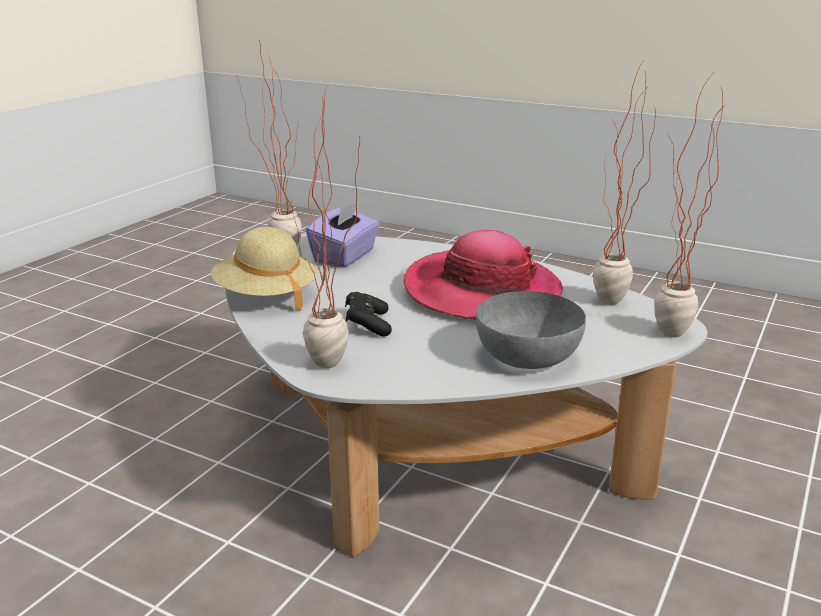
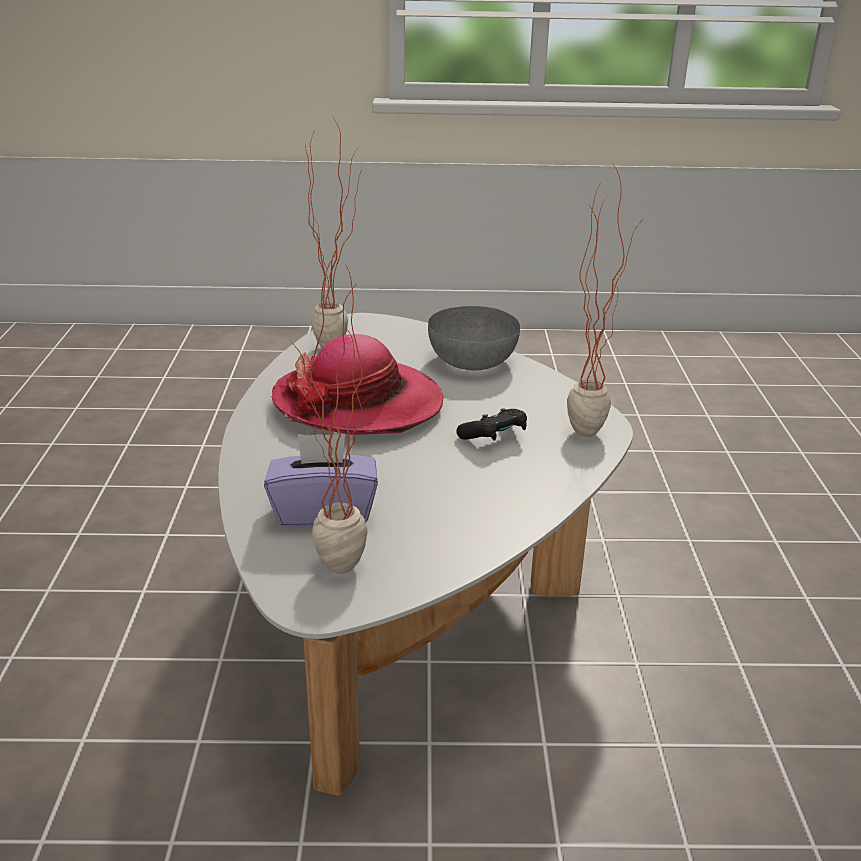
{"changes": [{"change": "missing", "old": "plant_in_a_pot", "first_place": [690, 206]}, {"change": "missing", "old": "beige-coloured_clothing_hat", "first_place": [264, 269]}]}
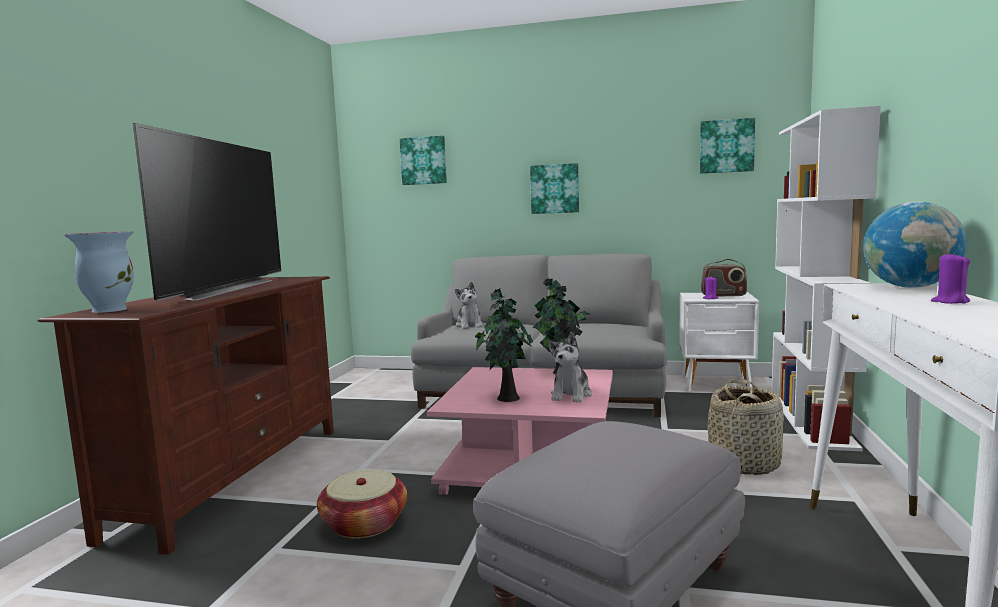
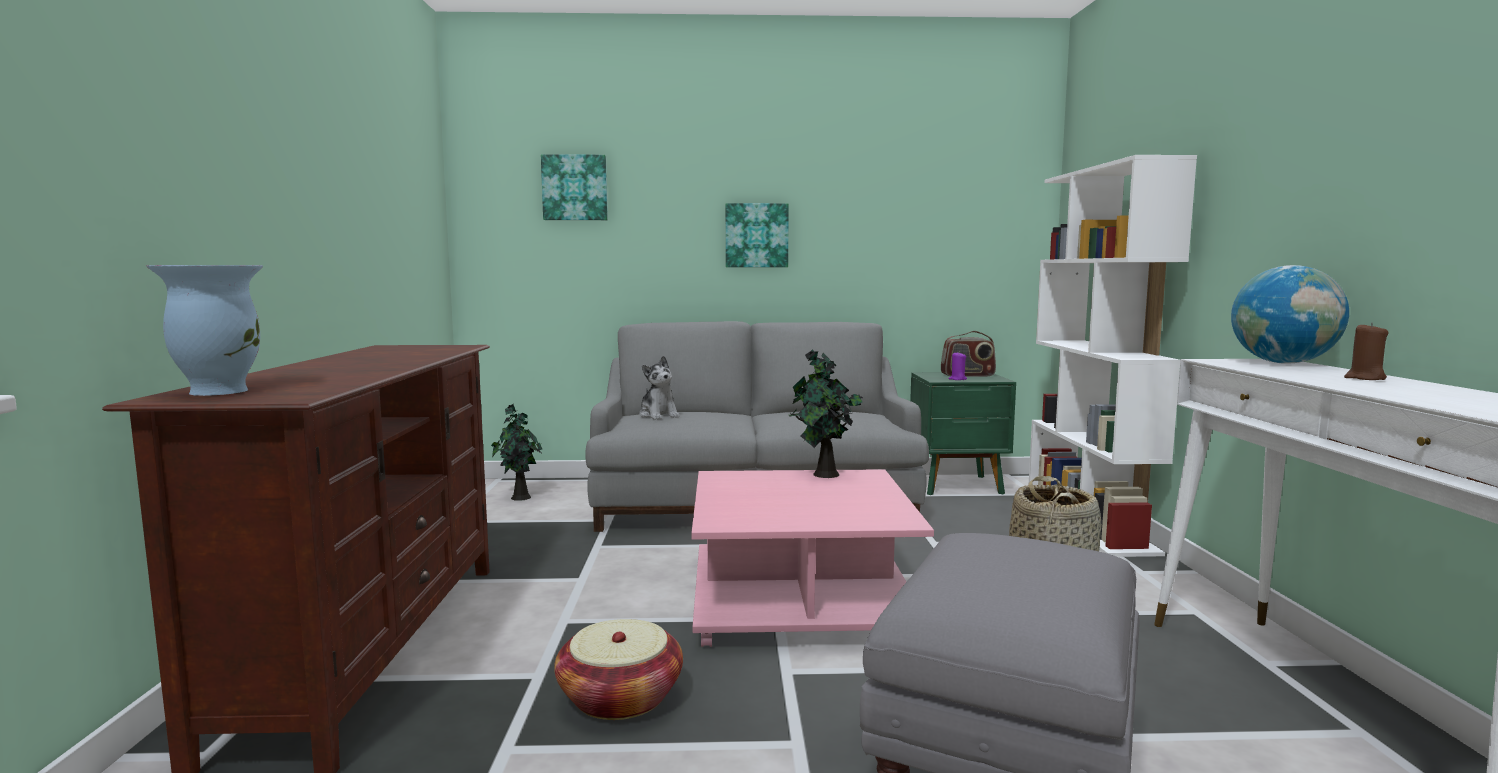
{"changes": [{"change": "missing", "old": "wall_picture", "first_place": [727, 146]}, {"change": "missing", "old": "television", "first_place": [207, 212]}, {"change": "colour", "old": "purple_wax_candle", "new": "brown-coloured_wax_candle", "first_place": [950, 278], "second_place": [1366, 351]}, {"change": "relocated", "old": "plant_in_a_pot", "first_place": [504, 345], "second_place": [516, 452]}, {"change": "colour", "old": "whitish_bedside_table", "new": "green_bedside_table", "first_place": [719, 342], "second_place": [963, 433]}, {"change": "missing", "old": "plush_toy", "first_place": [570, 367]}]}
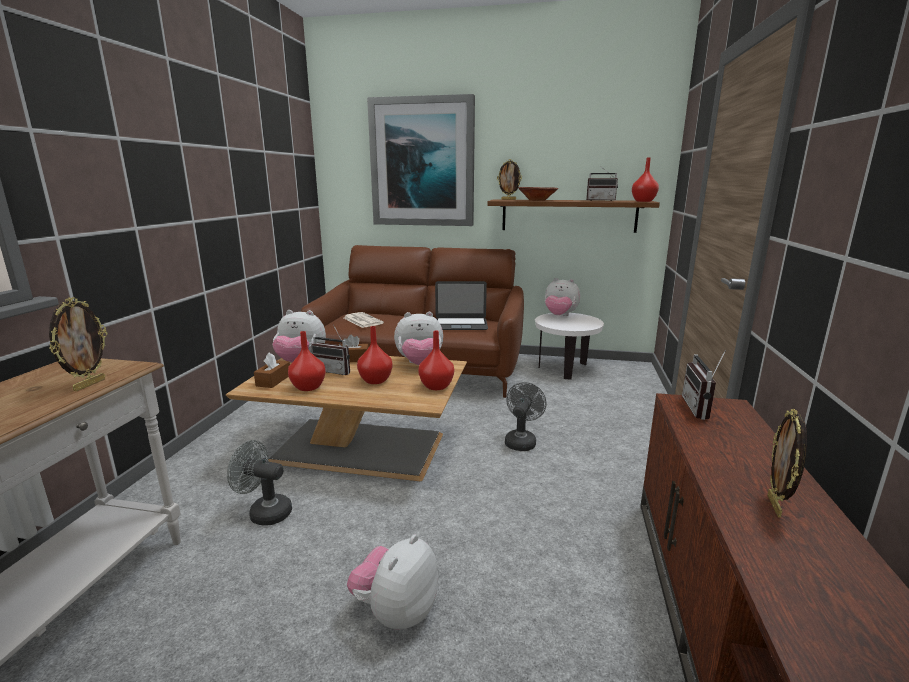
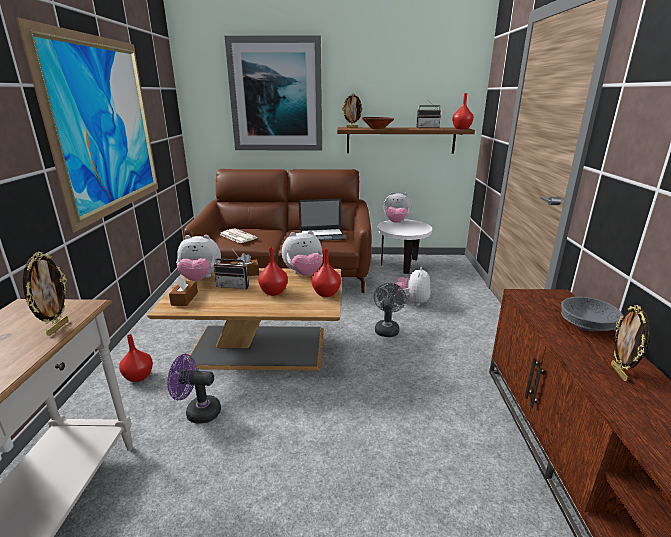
{"changes": [{"change": "relocated", "old": "red-coloured_flower_vase", "first_place": [307, 361], "second_place": [136, 358]}, {"change": "missing", "old": "radio", "first_place": [704, 384]}, {"change": "colour", "old": "gray_fan", "new": "purple_fan", "first_place": [259, 482], "second_place": [194, 389]}, {"change": "relocated", "old": "plush_toy", "first_place": [392, 582], "second_place": [413, 286]}, {"change": "appeared", "new": "wall_picture", "second_place": [87, 125]}, {"change": "appeared", "new": "gray_deep_dish", "second_place": [592, 314]}]}
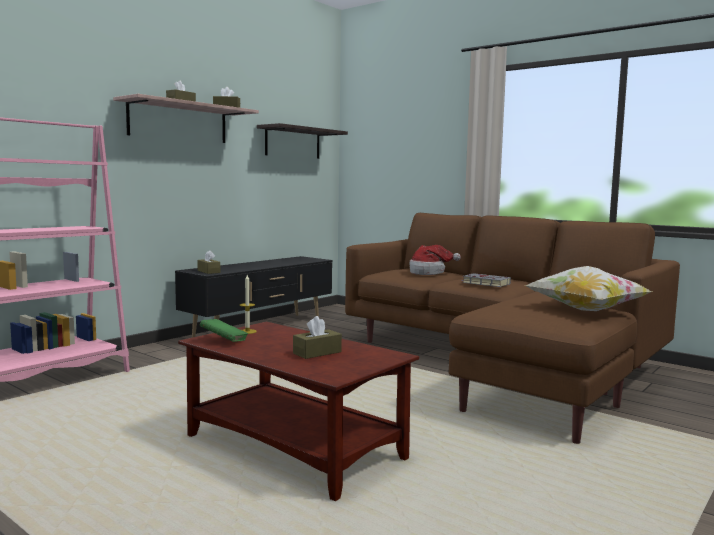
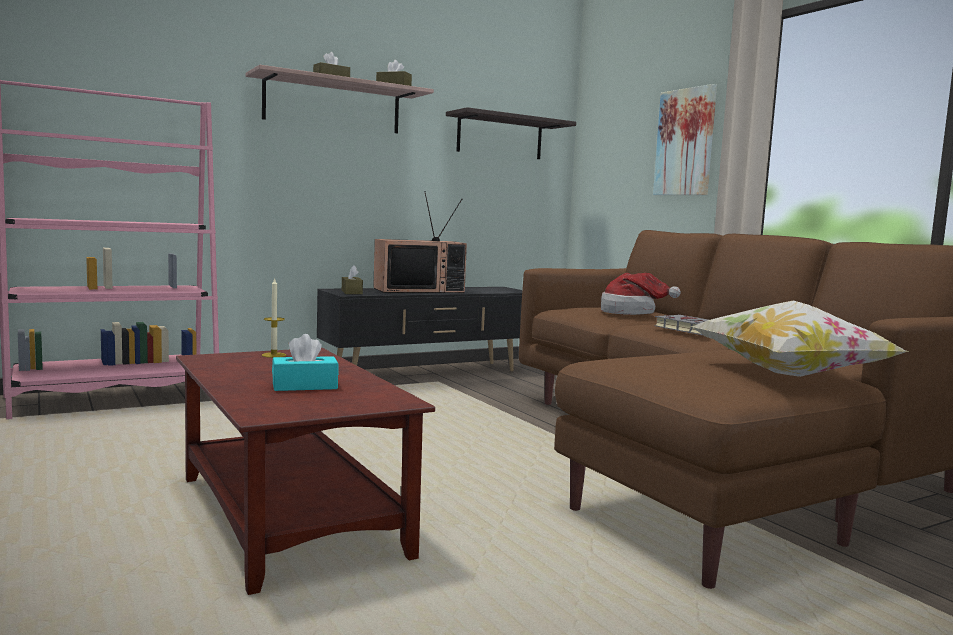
{"changes": [{"change": "colour", "old": "brown-coloured_tissue_holder", "new": "blue-green_tissue_holder", "first_place": [317, 337], "second_place": [305, 362]}, {"change": "missing", "old": "green_volume", "first_place": [224, 330]}, {"change": "appeared", "new": "wall_picture", "second_place": [685, 139]}, {"change": "appeared", "new": "television", "second_place": [420, 242]}]}
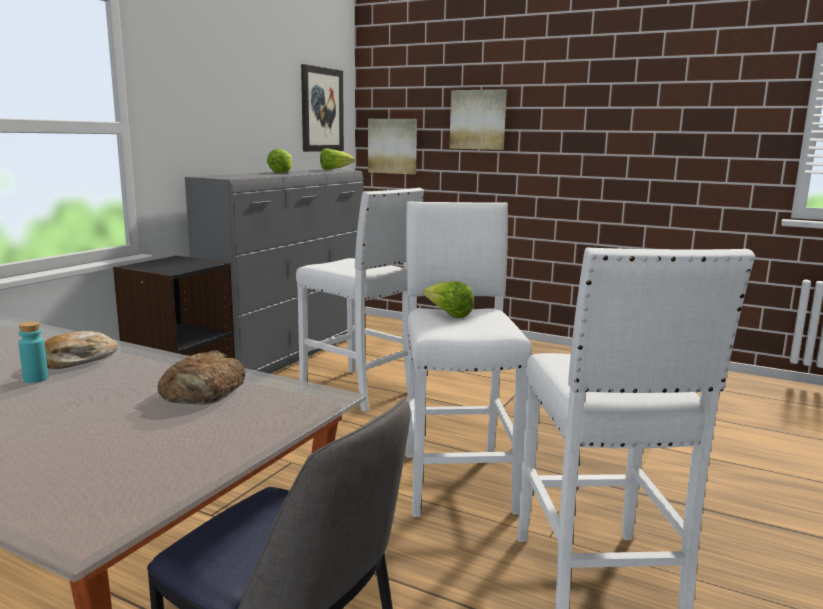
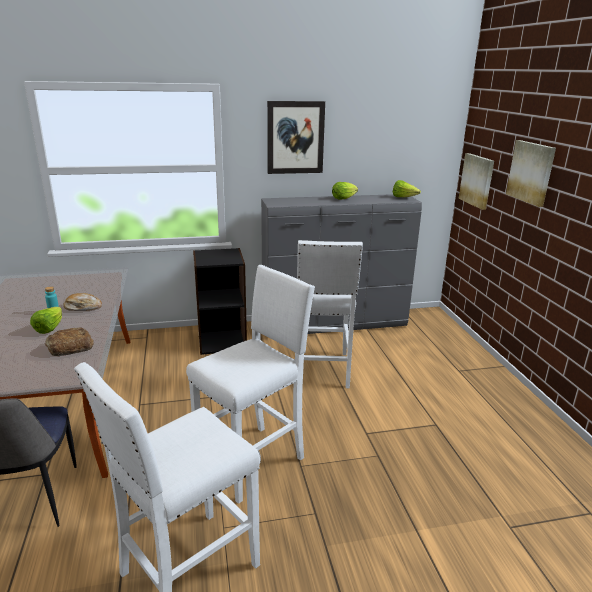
{"changes": [{"change": "relocated", "old": "wall_picture", "first_place": [322, 108], "second_place": [296, 137]}, {"change": "relocated", "old": "head_of_lettuce", "first_place": [448, 299], "second_place": [46, 320]}]}
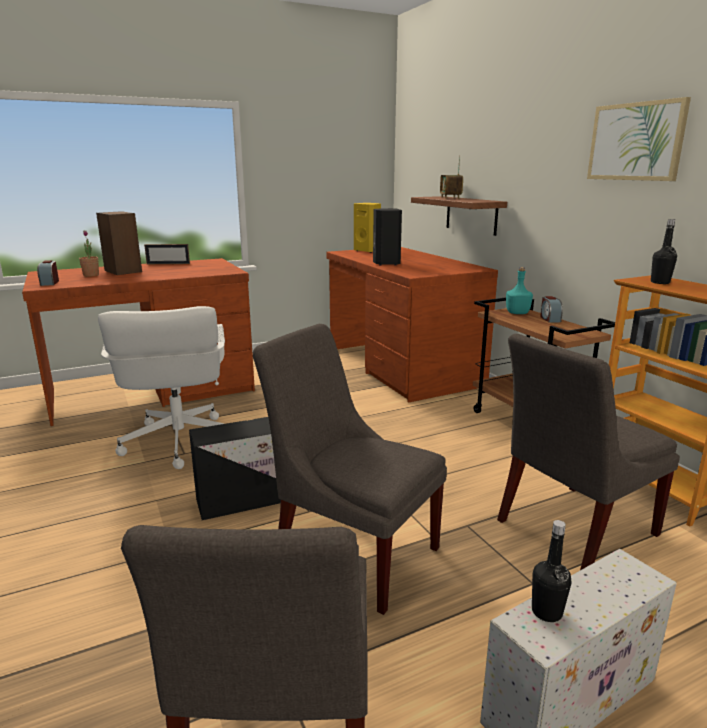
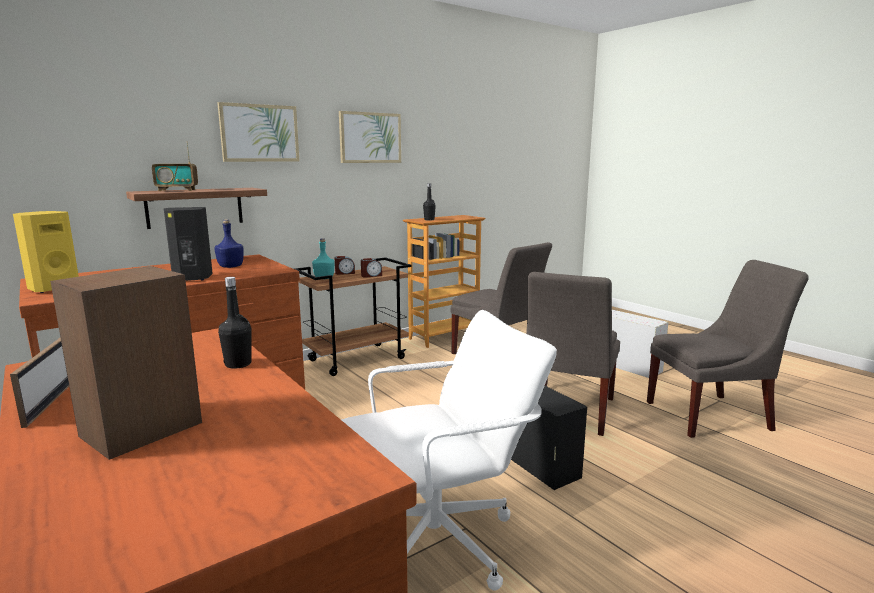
{"changes": [{"change": "missing", "old": "plant_in_a_pot", "first_place": [89, 254]}, {"change": "relocated", "old": "bedside_clock", "first_place": [48, 273], "second_place": [371, 268]}, {"change": "relocated", "old": "black-coloured_beverage_bottle", "first_place": [552, 571], "second_place": [235, 322]}, {"change": "appeared", "new": "wall_picture", "second_place": [258, 132]}, {"change": "appeared", "new": "blue_beverage_bottle", "second_place": [229, 243]}]}
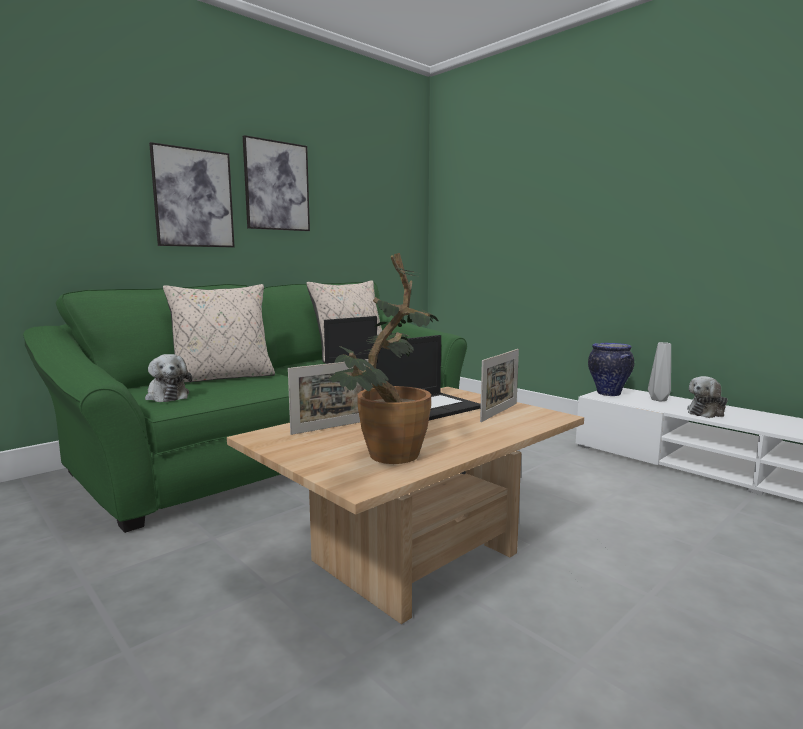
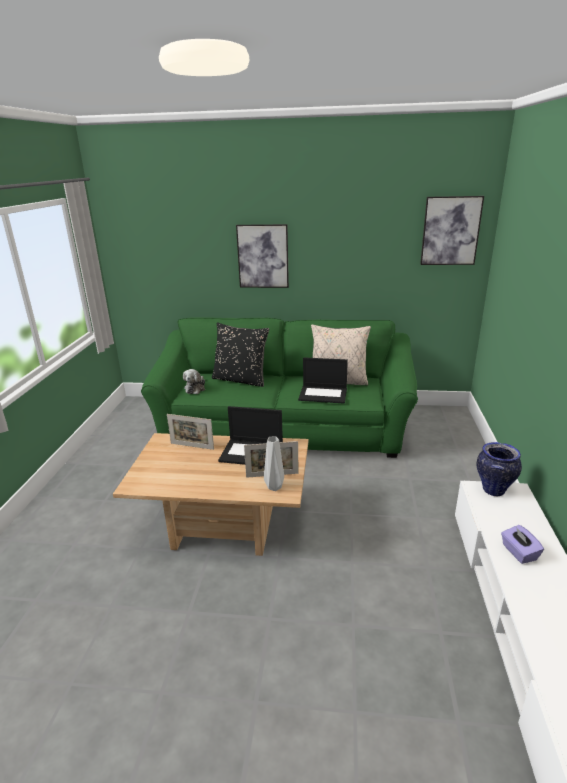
{"changes": [{"change": "relocated", "old": "wall_picture", "first_place": [276, 183], "second_place": [452, 230]}, {"change": "missing", "old": "plant_in_a_pot", "first_place": [383, 358]}, {"change": "colour", "old": "beige-coloured_throw_pillow", "new": "black-coloured_throw_pillow", "first_place": [219, 333], "second_place": [240, 354]}, {"change": "relocated", "old": "gray_flower_vase", "first_place": [659, 372], "second_place": [274, 463]}, {"change": "exchanged", "old": "plush_toy", "new": "purple_tissue_holder", "first_place": [707, 397], "second_place": [522, 544]}]}
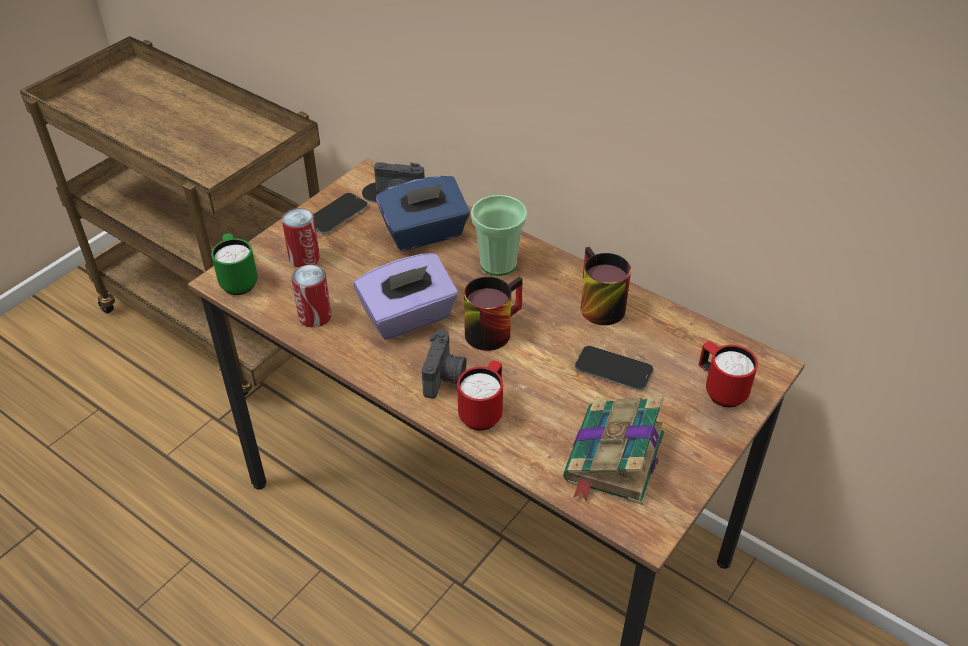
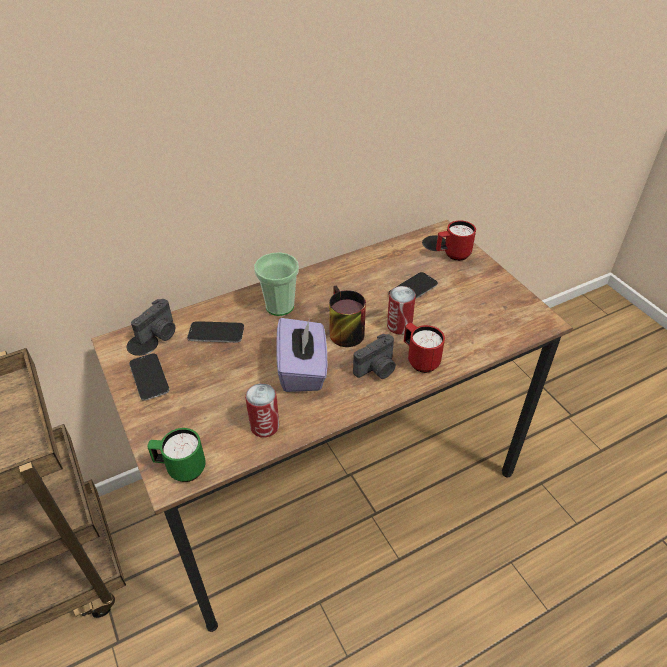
{"changes": [{"change": "exchanged", "old": "blue_tissue_holder", "new": "phone", "first_place": [423, 213], "second_place": [215, 332]}, {"change": "relocated", "old": "sealed_can", "first_place": [301, 238], "second_place": [401, 310]}, {"change": "missing", "old": "coffee_mug", "first_place": [606, 286]}, {"change": "spun", "old": "photo_camera", "first_place": [444, 364], "second_place": [374, 356], "degrees": 105}, {"change": "missing", "old": "volume", "first_place": [614, 451]}]}
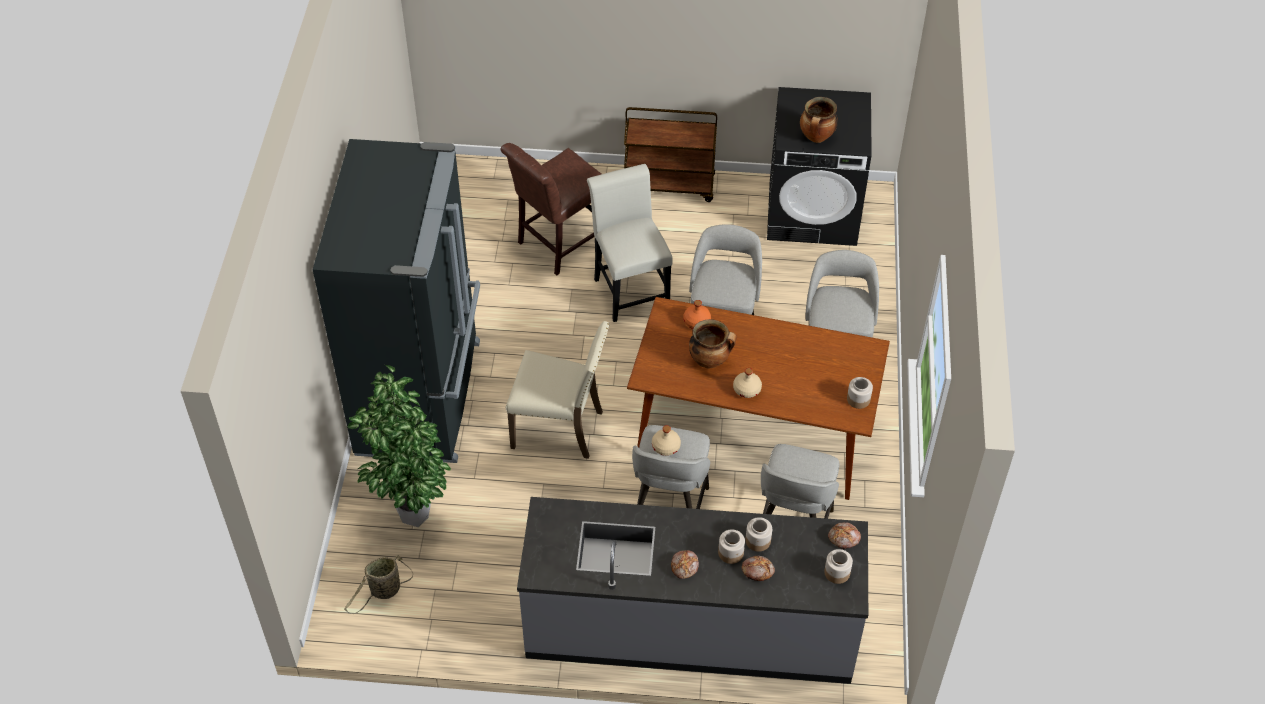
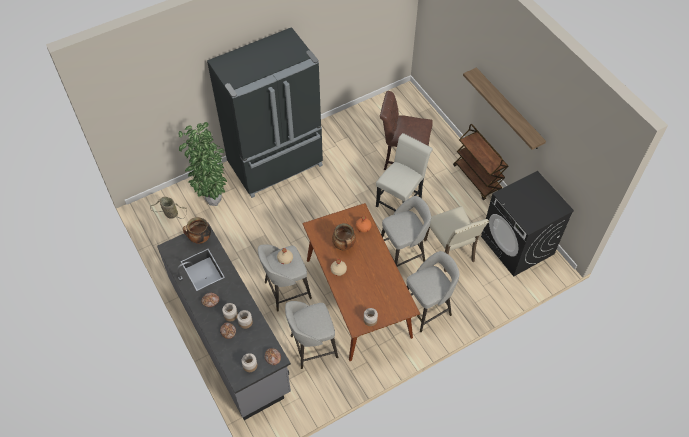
{"changes": [{"change": "relocated", "old": "cooking_pot", "first_place": [819, 120], "second_place": [197, 230]}, {"change": "relocated", "old": "beige-coloured_upright_chair", "first_place": [558, 390], "second_place": [456, 239]}, {"change": "appeared", "new": "wall_shelf", "second_place": [504, 109]}]}
